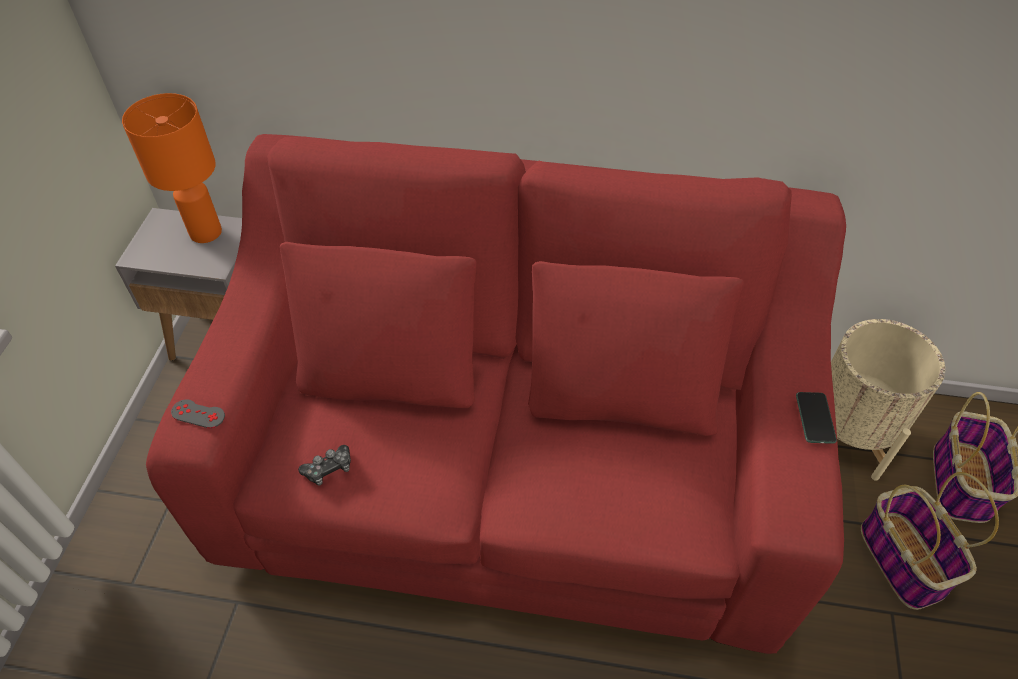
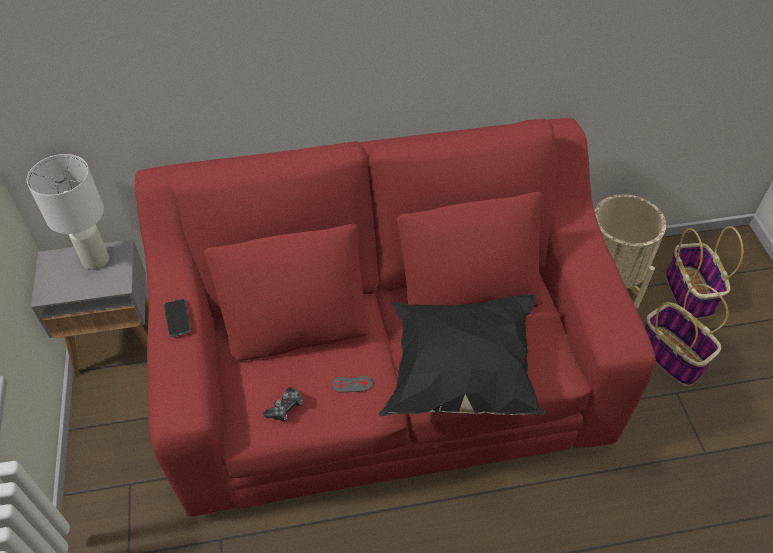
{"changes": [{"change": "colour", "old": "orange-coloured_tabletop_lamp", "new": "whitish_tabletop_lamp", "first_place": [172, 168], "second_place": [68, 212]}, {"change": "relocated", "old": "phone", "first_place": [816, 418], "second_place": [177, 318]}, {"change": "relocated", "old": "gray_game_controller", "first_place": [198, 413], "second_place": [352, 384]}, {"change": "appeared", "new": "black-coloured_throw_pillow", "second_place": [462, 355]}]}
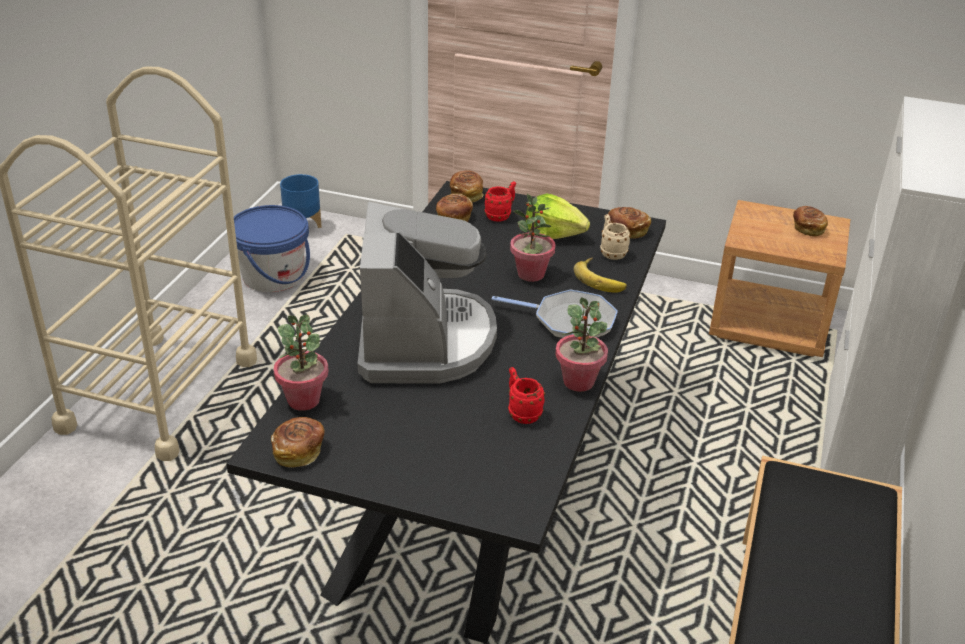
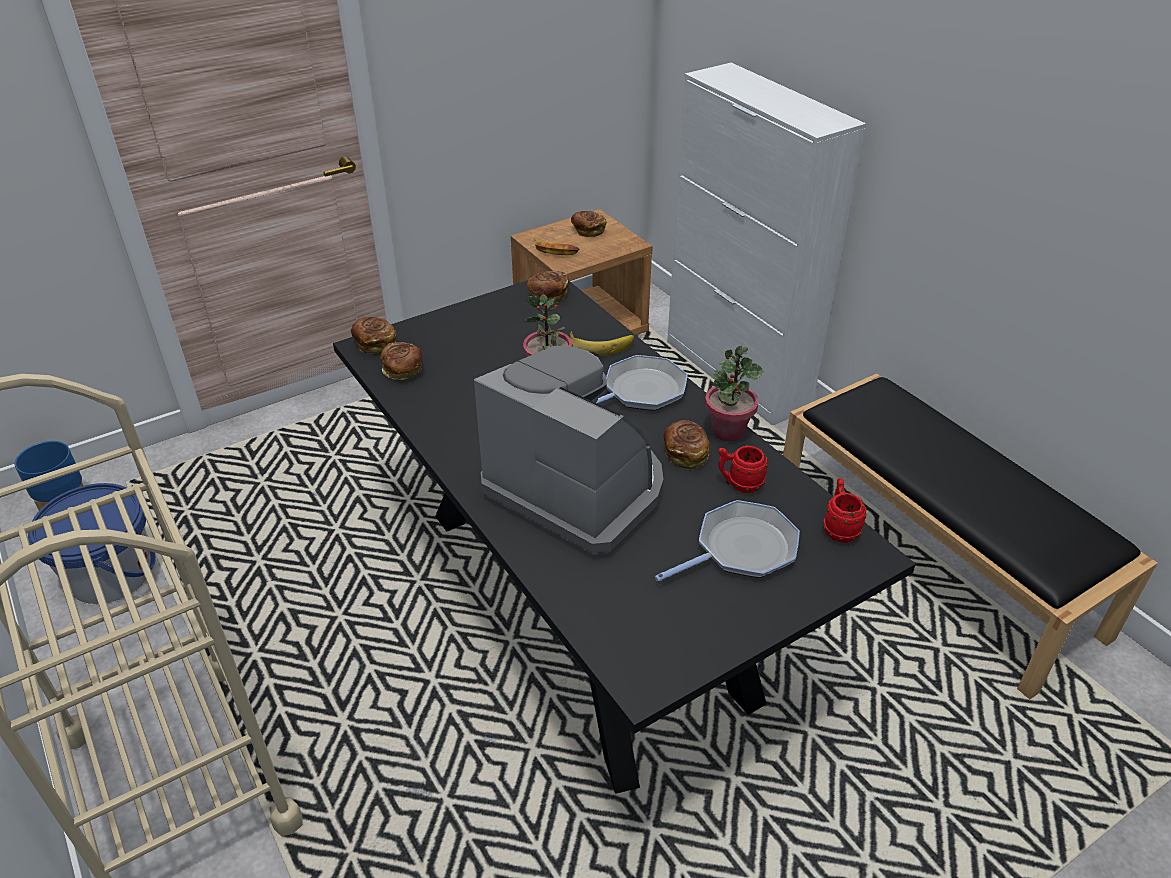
{"changes": [{"change": "relocated", "old": "red-coloured_coffee_mug", "first_place": [500, 201], "second_place": [845, 510]}, {"change": "missing", "old": "head_of_lettuce", "first_place": [558, 216]}, {"change": "missing", "old": "beige-coloured_coffee_mug", "first_place": [615, 237]}, {"change": "missing", "old": "plant_in_a_pot", "first_place": [301, 363]}, {"change": "relocated", "old": "bakery_bread", "first_place": [298, 442], "second_place": [686, 444]}, {"change": "appeared", "new": "whole_banana", "second_place": [556, 246]}, {"change": "appeared", "new": "frying_pan", "second_place": [727, 540]}]}
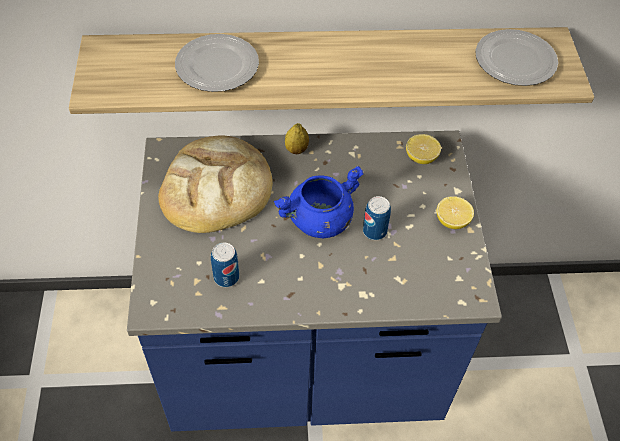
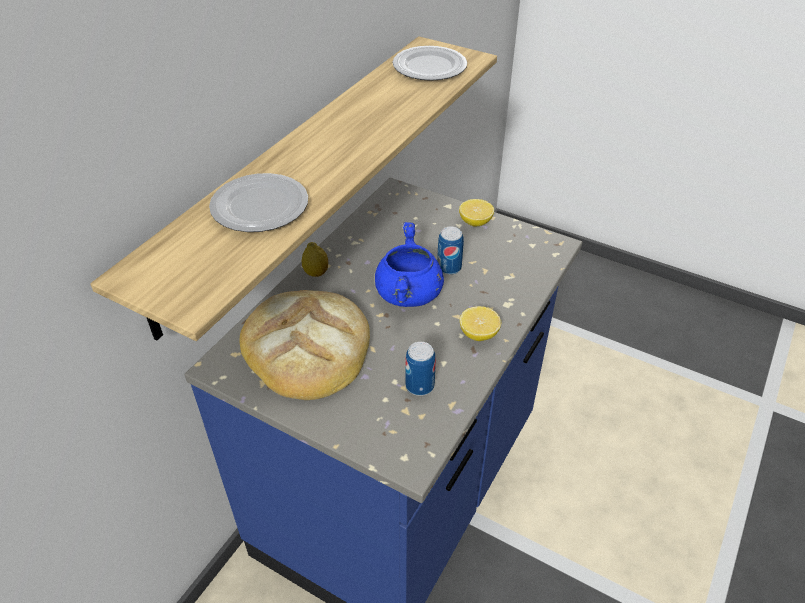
{"changes": [{"change": "relocated", "old": "citrus_fruit", "first_place": [423, 149], "second_place": [480, 323]}]}
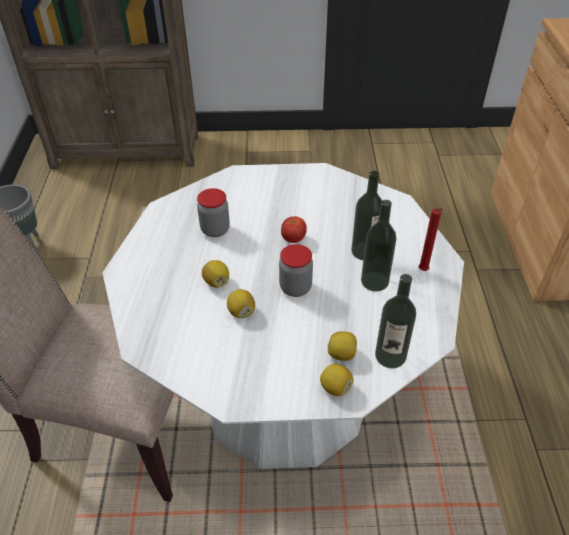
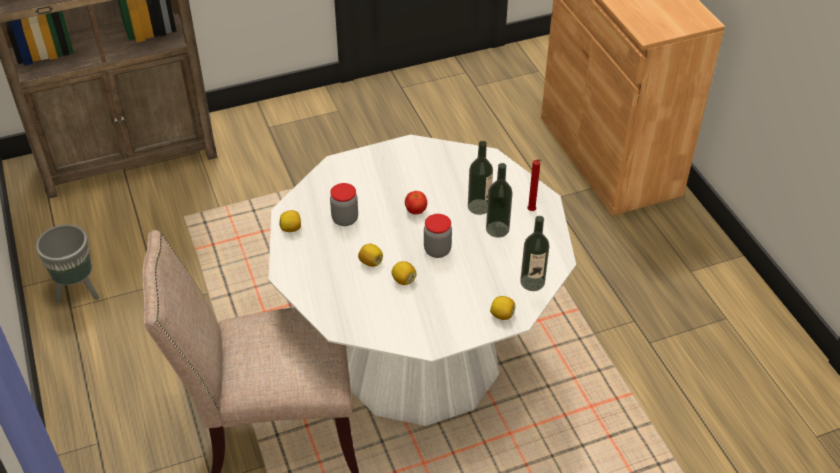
{"changes": [{"change": "relocated", "old": "citrus_fruit", "first_place": [342, 346], "second_place": [290, 221]}]}
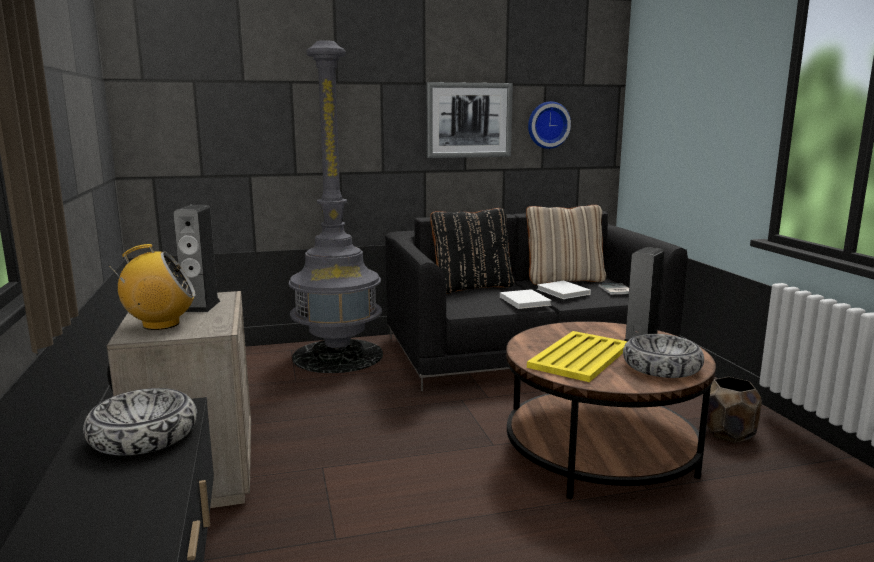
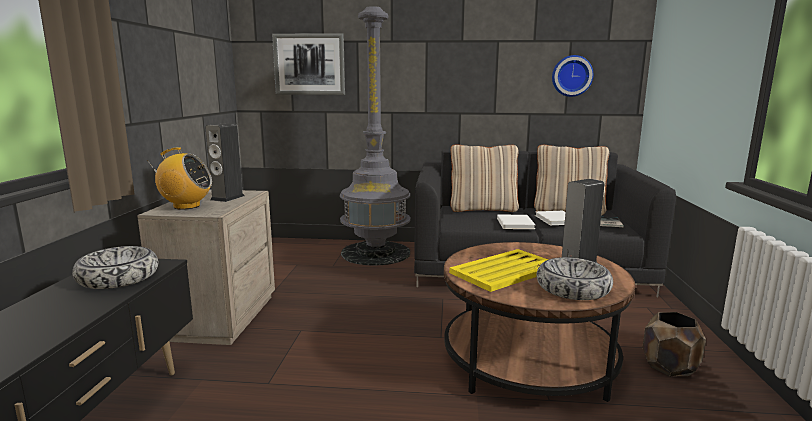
{"changes": [{"change": "relocated", "old": "wall_picture", "first_place": [470, 120], "second_place": [308, 64]}, {"change": "colour", "old": "black-coloured_throw_pillow", "new": "beige-coloured_throw_pillow", "first_place": [472, 251], "second_place": [484, 178]}]}
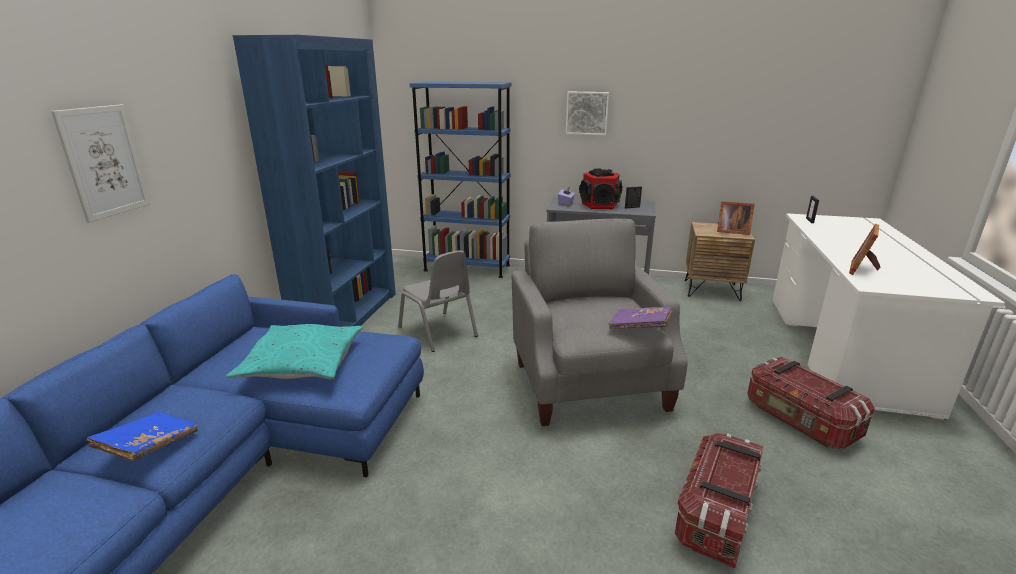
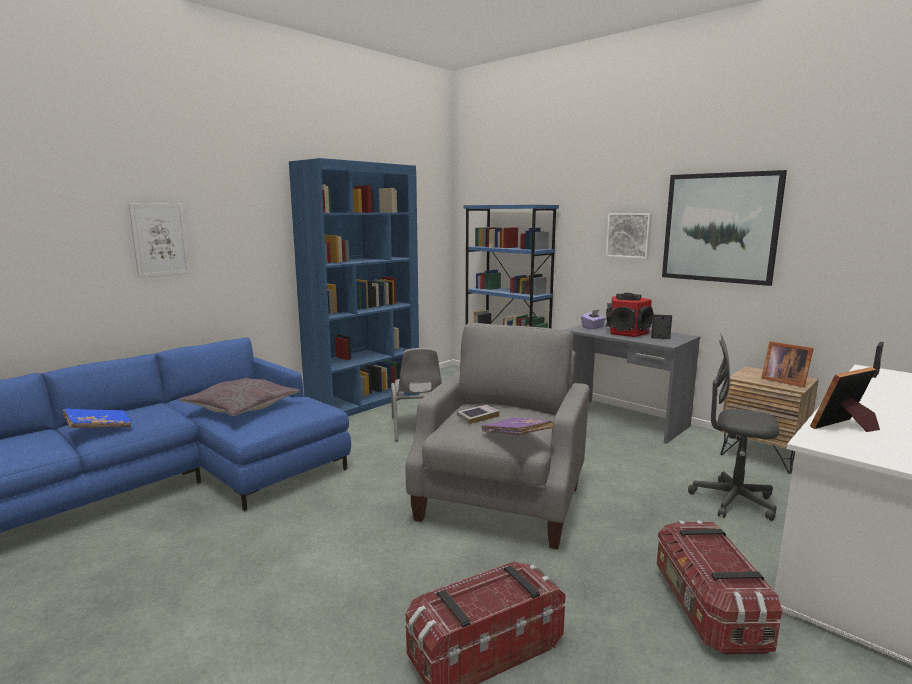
{"changes": [{"change": "colour", "old": "blue-green_throw_pillow", "new": "gray_throw_pillow", "first_place": [294, 351], "second_place": [239, 397]}, {"change": "appeared", "new": "wall_picture", "second_place": [724, 228]}, {"change": "appeared", "new": "gray_computer_chair", "second_place": [733, 427]}, {"change": "appeared", "new": "volume", "second_place": [478, 414]}]}
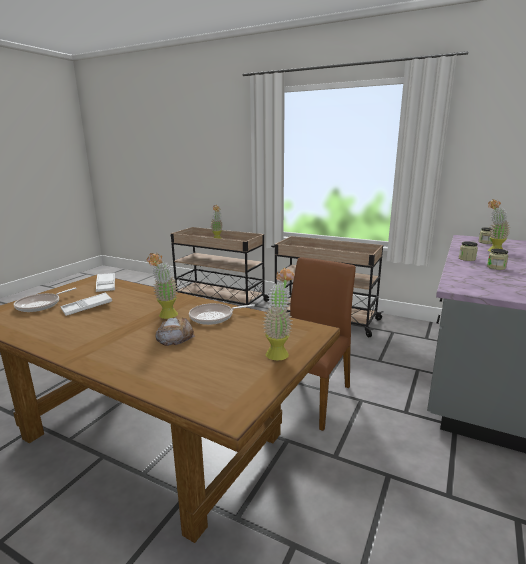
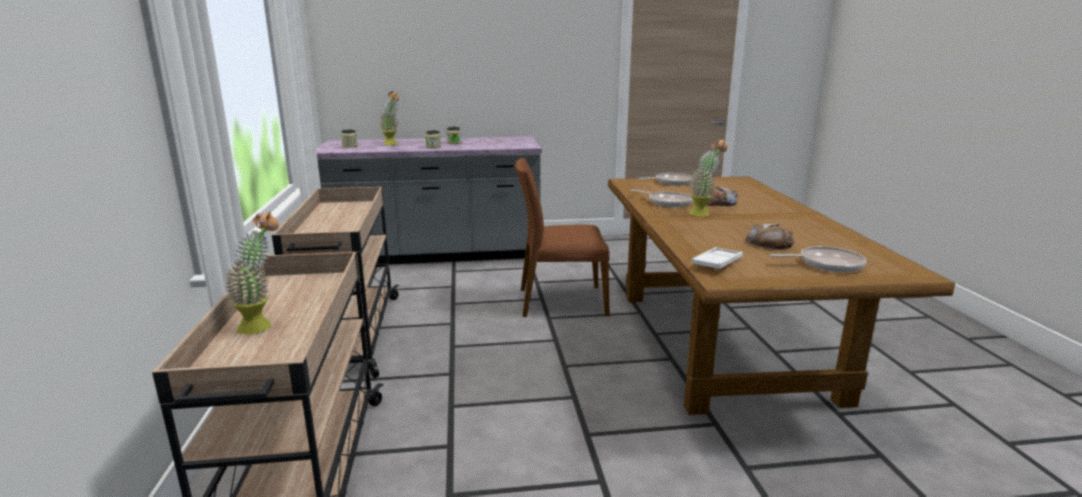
{"changes": [{"change": "exchanged", "old": "plant_in_a_pot", "new": "frying_pan", "first_place": [278, 314], "second_place": [665, 179]}, {"change": "exchanged", "old": "whitish_tray", "new": "bakery_bread", "first_place": [86, 304], "second_place": [770, 236]}]}
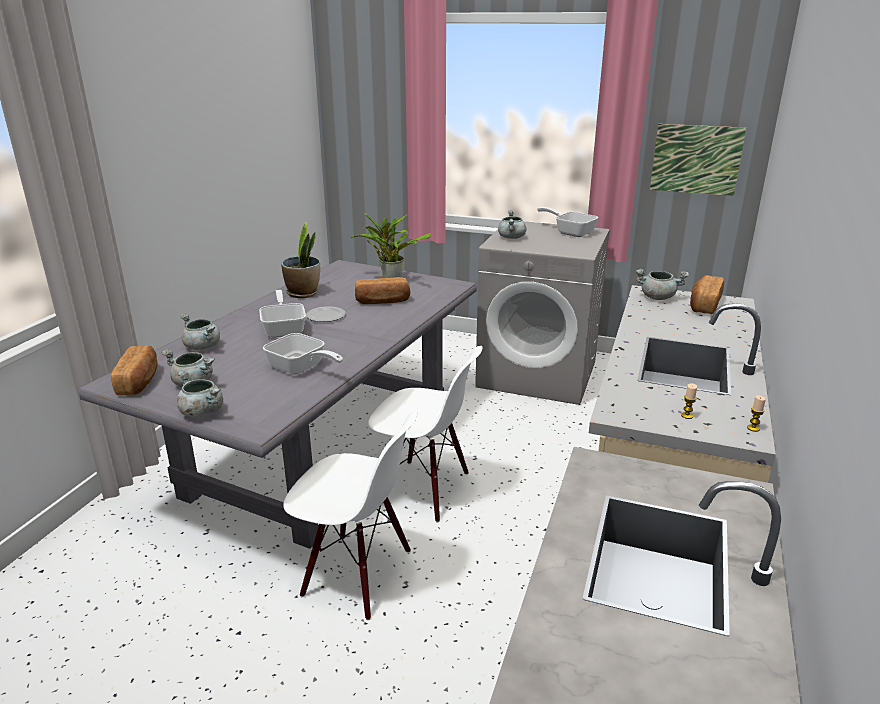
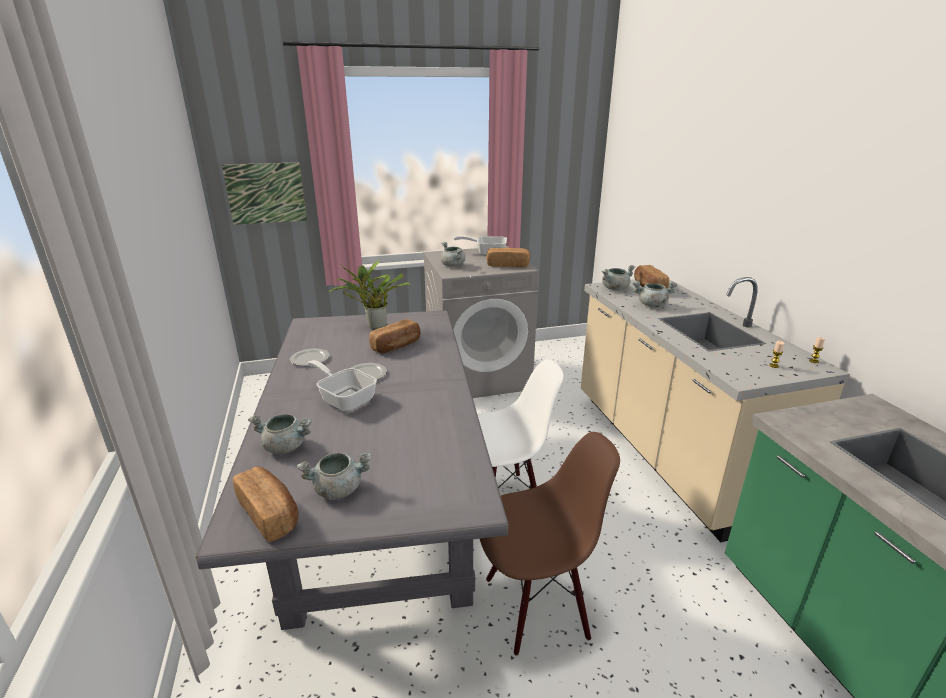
{"changes": [{"change": "relocated", "old": "wall_picture", "first_place": [698, 160], "second_place": [264, 193]}, {"change": "exchanged", "old": "plant_in_a_pot", "new": "plate", "first_place": [300, 259], "second_place": [310, 357]}, {"change": "missing", "old": "frying_pan", "first_place": [303, 353]}, {"change": "relocated", "old": "gray_cooking_pot", "first_place": [200, 394], "second_place": [655, 294]}, {"change": "colour", "old": "whitish_upright_chair", "new": "brown-coloured_upright_chair", "first_place": [350, 515], "second_place": [550, 544]}, {"change": "appeared", "new": "bakery_bread", "second_place": [508, 257]}]}
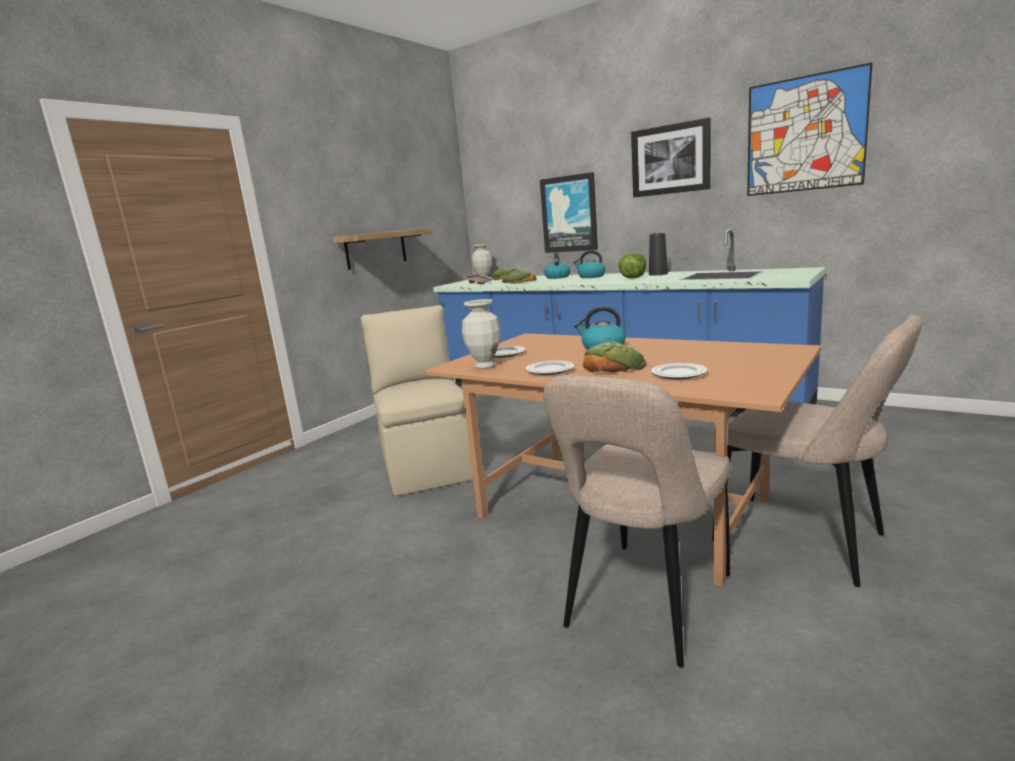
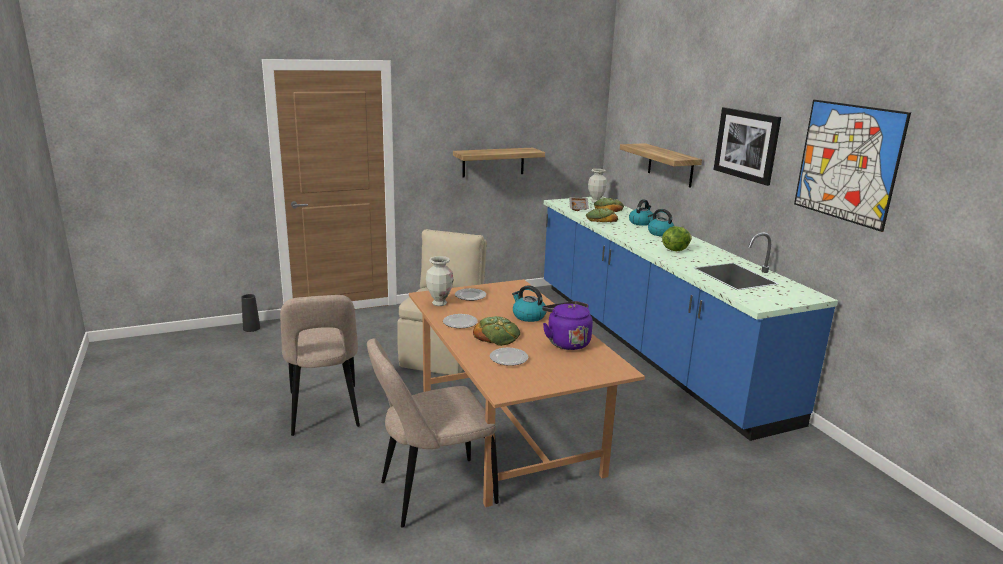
{"changes": [{"change": "exchanged", "old": "wall_picture", "new": "wall_shelf", "first_place": [569, 212], "second_place": [661, 165]}, {"change": "relocated", "old": "black-coloured_flower_vase", "first_place": [658, 254], "second_place": [250, 313]}, {"change": "relocated", "old": "beige-coloured_upright_chair", "first_place": [817, 451], "second_place": [320, 365]}, {"change": "appeared", "new": "purple_tea_kettle", "second_place": [567, 325]}]}
